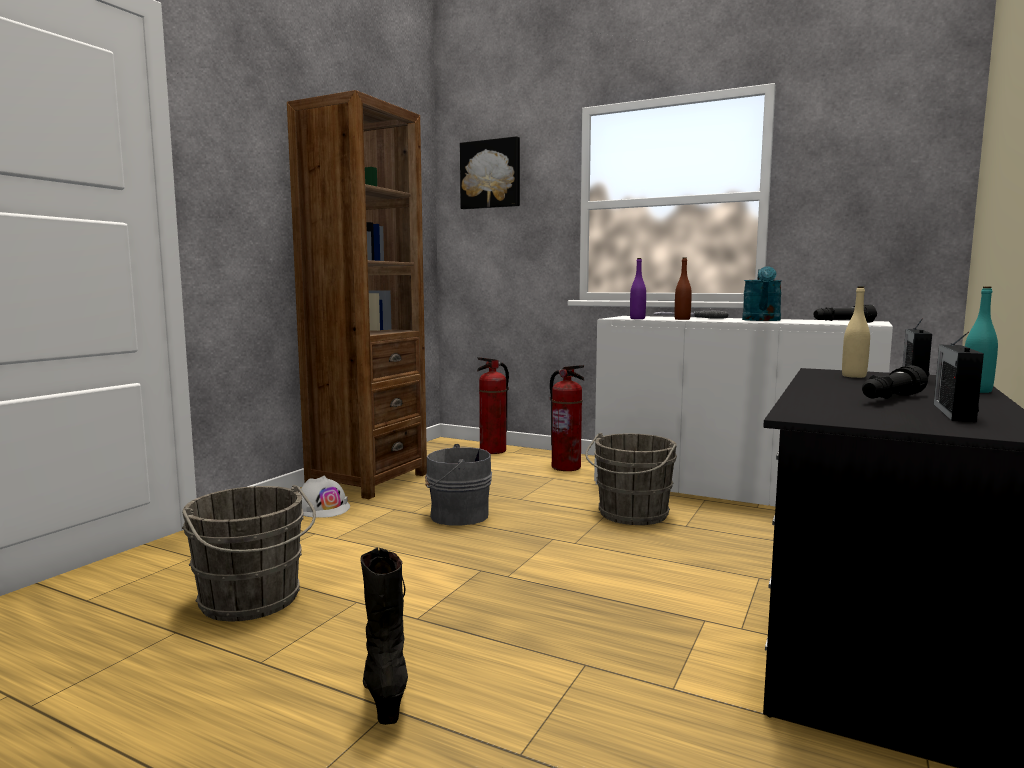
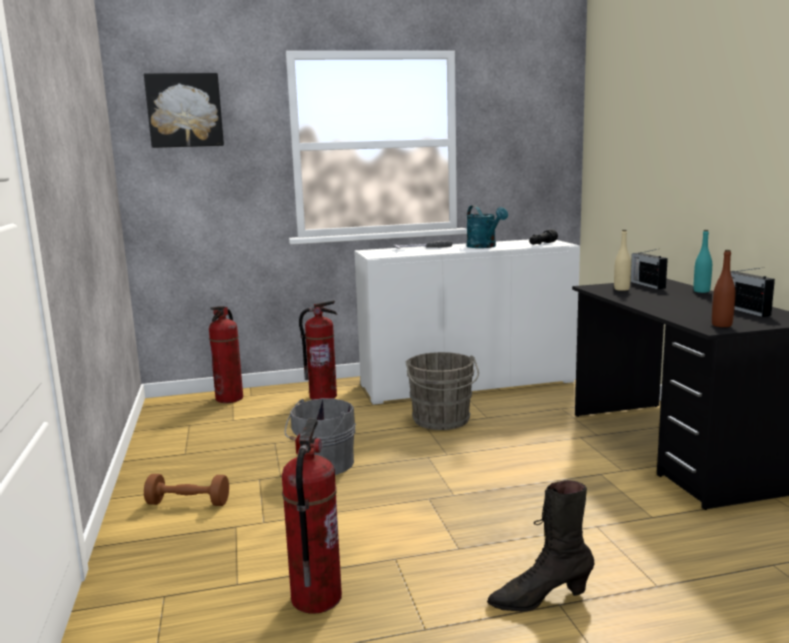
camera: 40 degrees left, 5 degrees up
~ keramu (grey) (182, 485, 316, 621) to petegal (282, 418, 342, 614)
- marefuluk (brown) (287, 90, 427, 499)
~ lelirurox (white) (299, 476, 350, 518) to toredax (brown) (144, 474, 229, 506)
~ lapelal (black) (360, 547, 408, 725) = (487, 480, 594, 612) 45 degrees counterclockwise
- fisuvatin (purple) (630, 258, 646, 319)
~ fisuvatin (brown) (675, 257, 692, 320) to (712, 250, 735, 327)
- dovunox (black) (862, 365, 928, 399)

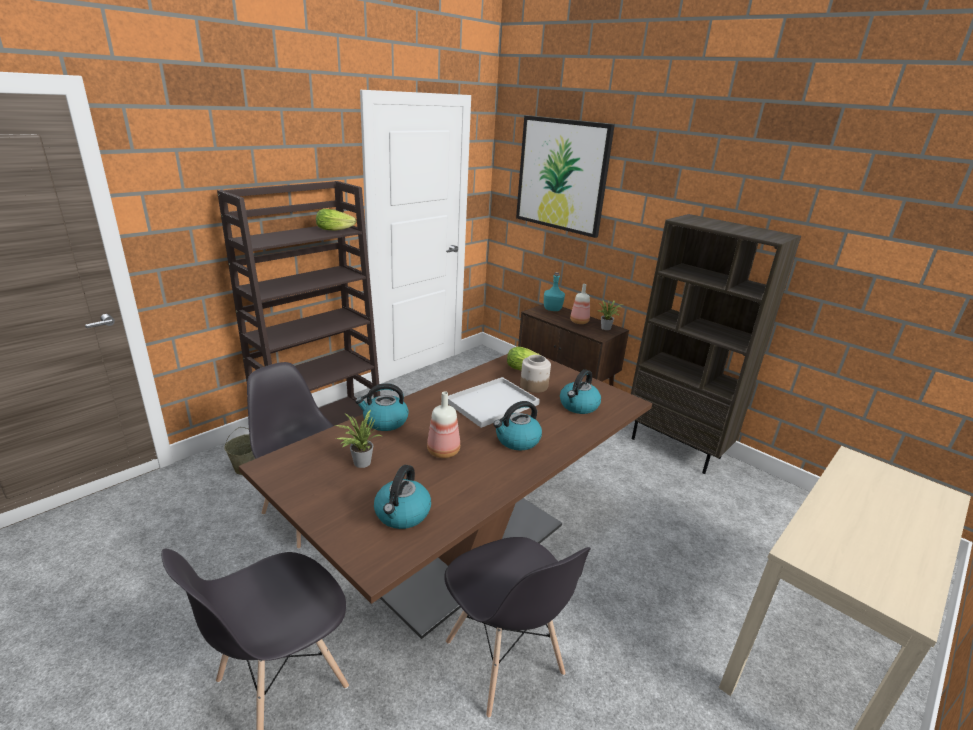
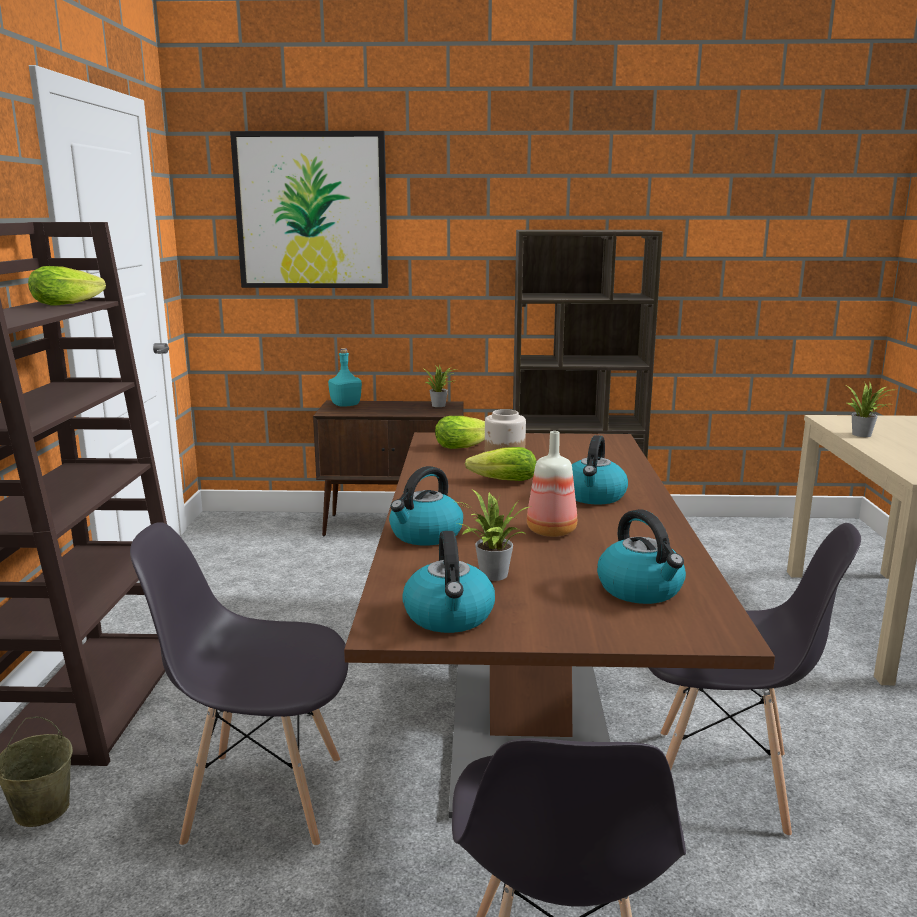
camera: 40 degrees left, 10 degrees down
~ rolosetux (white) (448, 377, 540, 428) to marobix (465, 447, 537, 481)
~ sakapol (560, 369, 601, 414) to (402, 531, 495, 633)
- fisuvatin (570, 284, 590, 324)
+ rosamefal (847, 382, 890, 437)

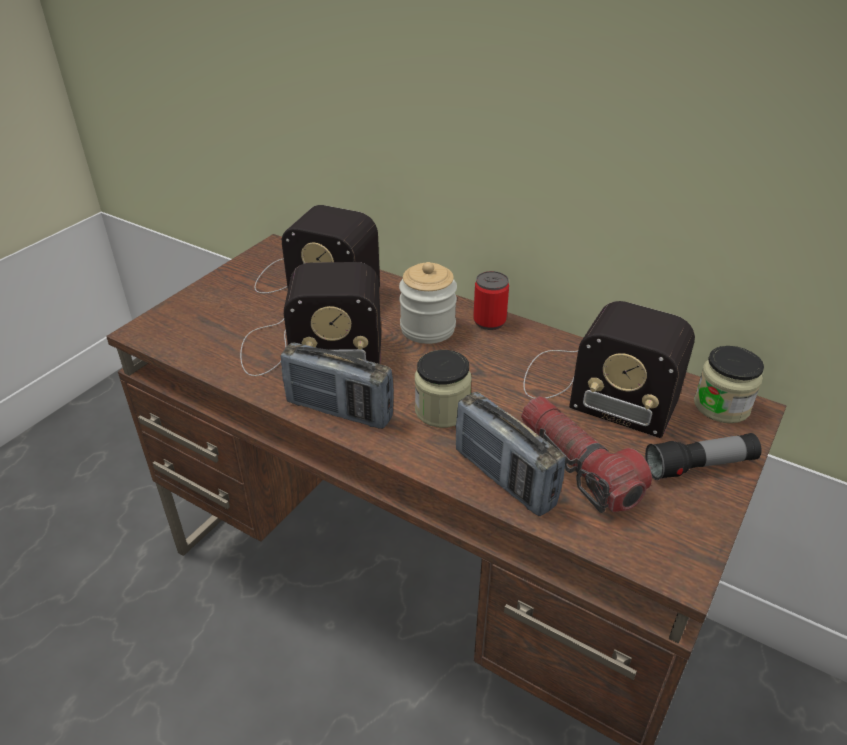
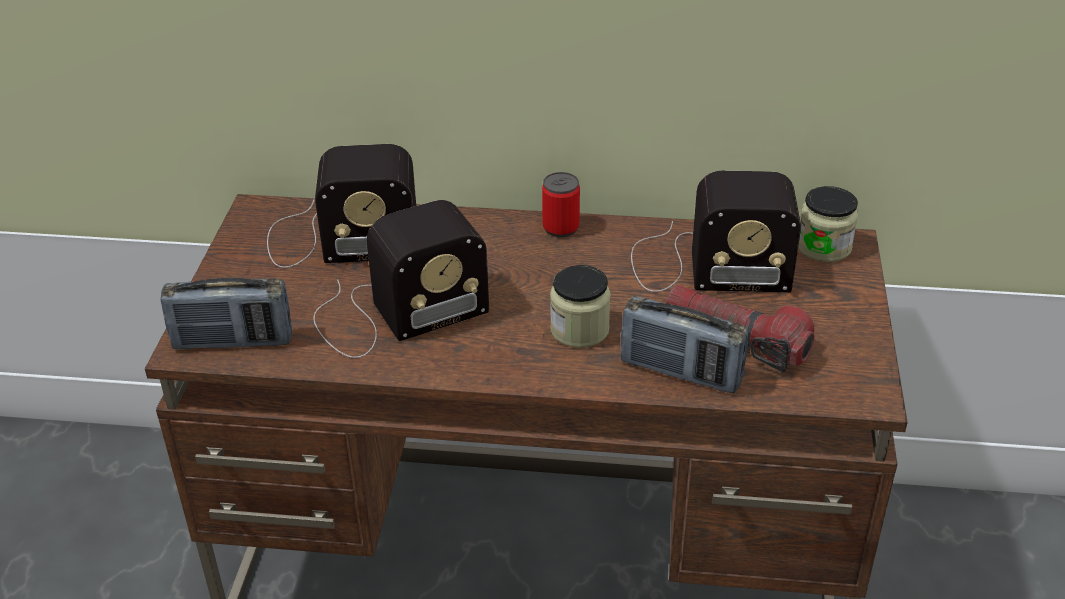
camera: 25 degrees left, 0 degrees up
~ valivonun (281, 342, 394, 429) to (160, 277, 292, 350)
- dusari (399, 262, 457, 344)
- dovunox (645, 433, 761, 480)

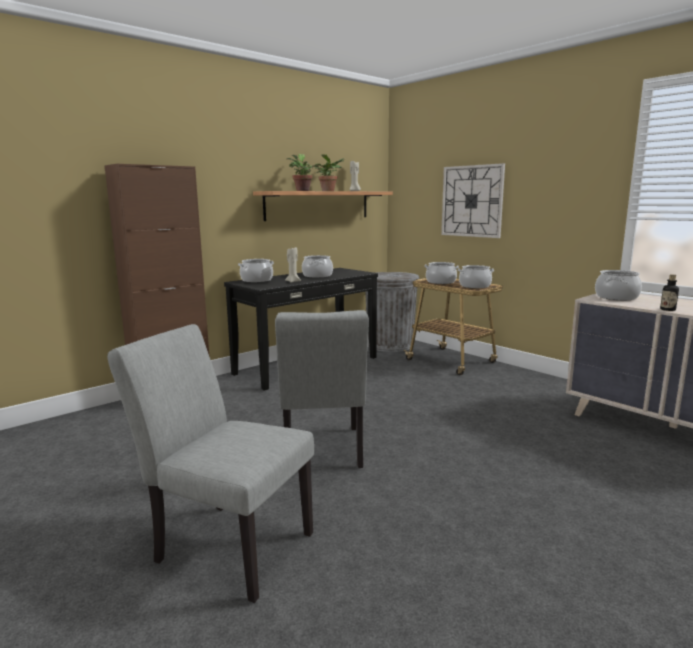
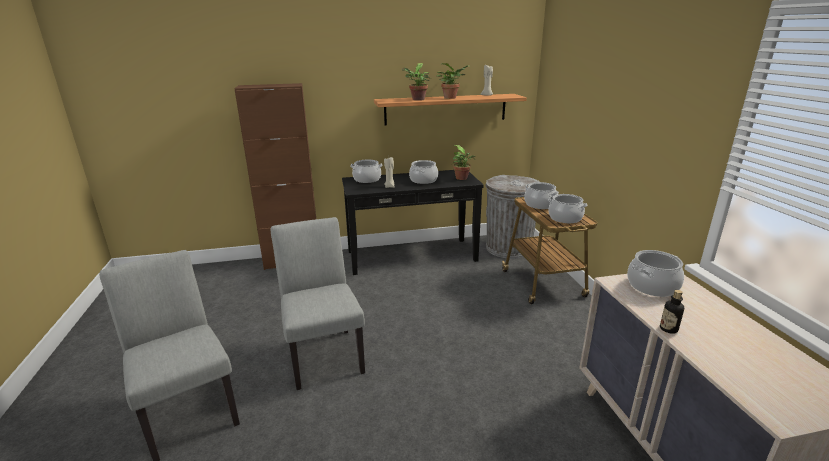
camera: 30 degrees right, 10 degrees up
~ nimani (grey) (275, 310, 369, 468) = (271, 217, 365, 390) 135 degrees clockwise
- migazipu (441, 163, 505, 238)
+ rosamefal (452, 145, 476, 180)

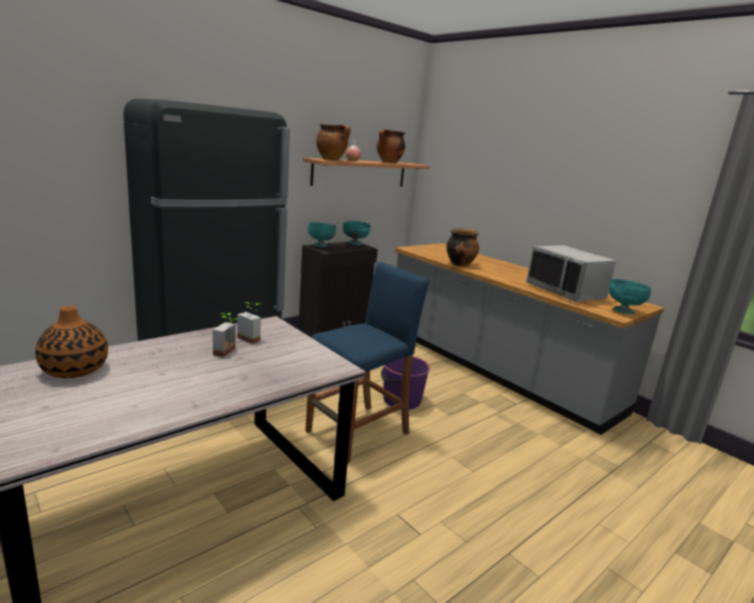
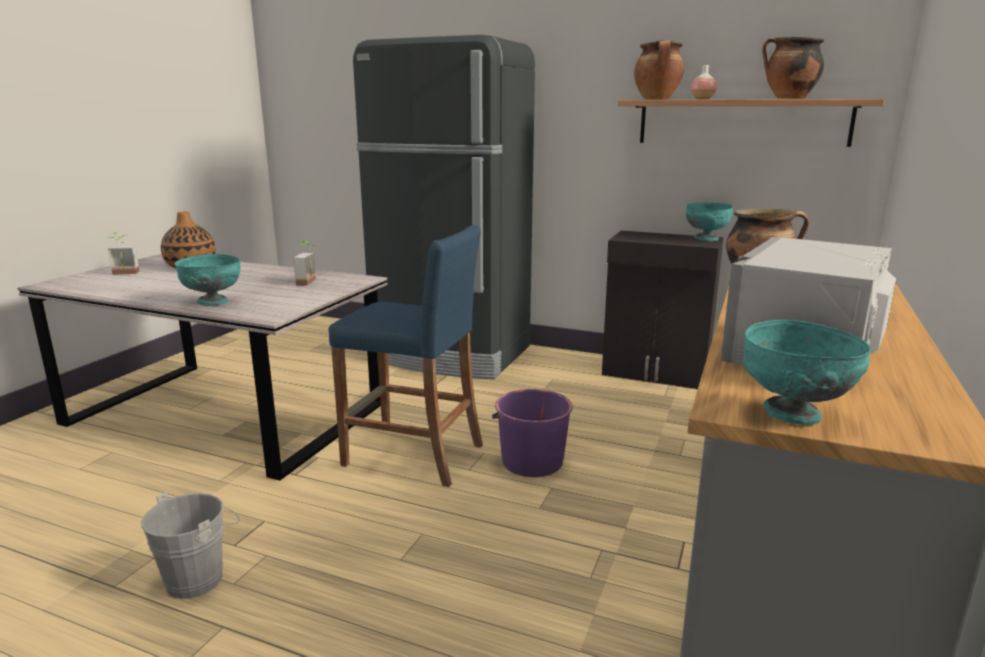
camera: 65 degrees right, 0 degrees up
~ rosamefal (213, 313, 238, 357) to (108, 232, 140, 275)
~ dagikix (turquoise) (308, 222, 336, 247) to (175, 254, 241, 305)
+ keramu (grey) (141, 492, 240, 599)

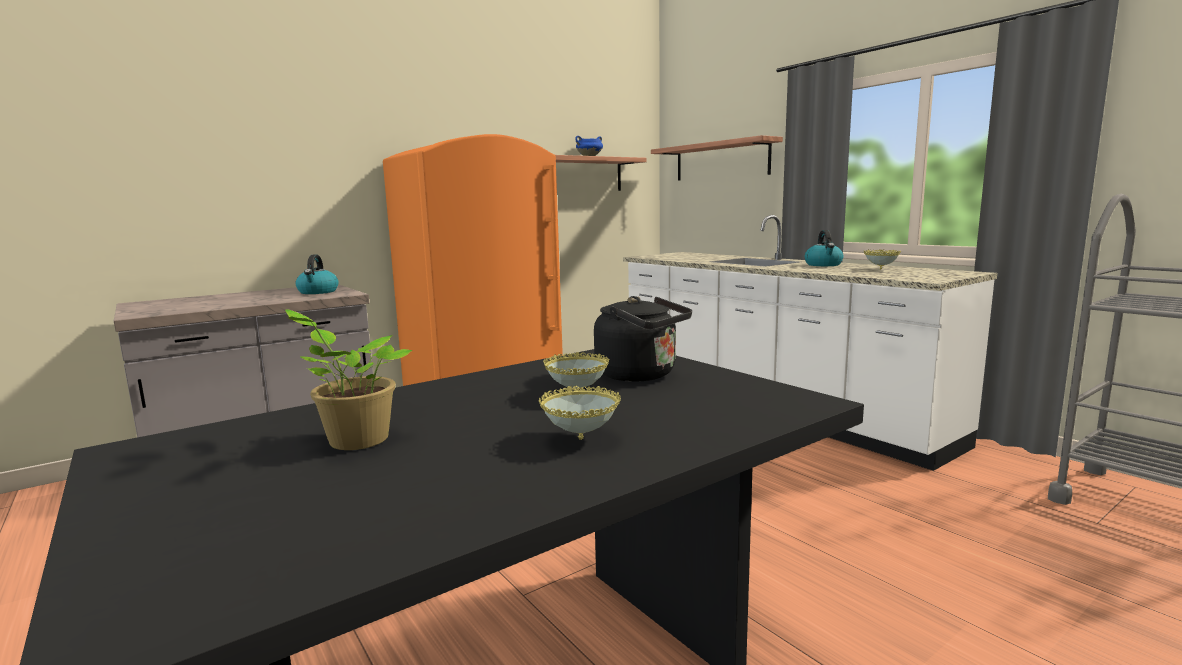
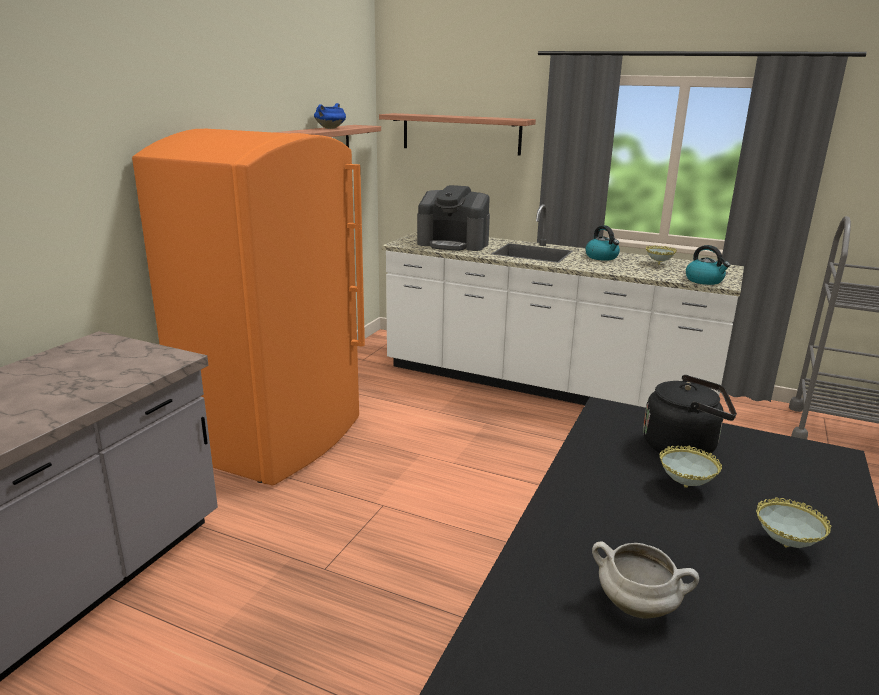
camera: 30 degrees left, 10 degrees up
~ rosamefal (285, 309, 412, 450) to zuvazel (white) (592, 541, 699, 619)
~ sakapol (296, 255, 338, 294) to (686, 245, 730, 285)
+ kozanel (417, 185, 490, 251)

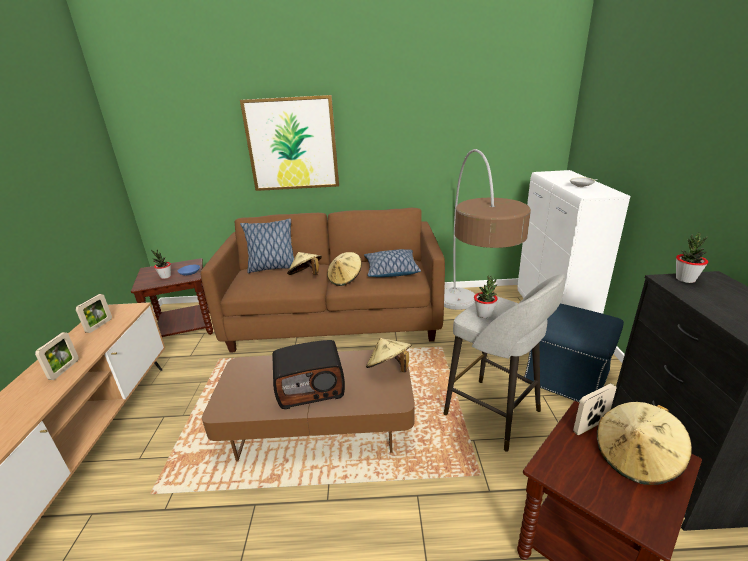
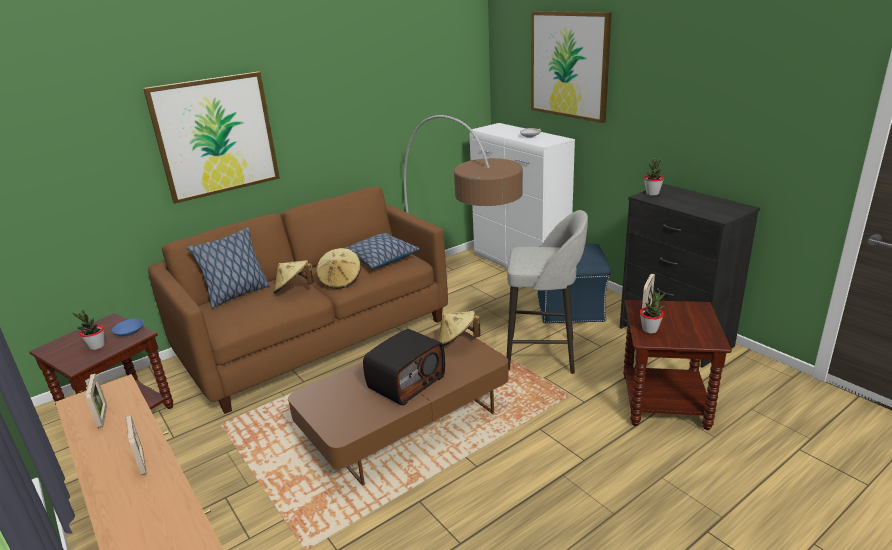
camera: 35 degrees left, 0 degrees up
~ rosamefal (474, 276, 498, 318) to (640, 290, 666, 333)
- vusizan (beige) (597, 402, 692, 485)
+ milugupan (531, 11, 612, 123)

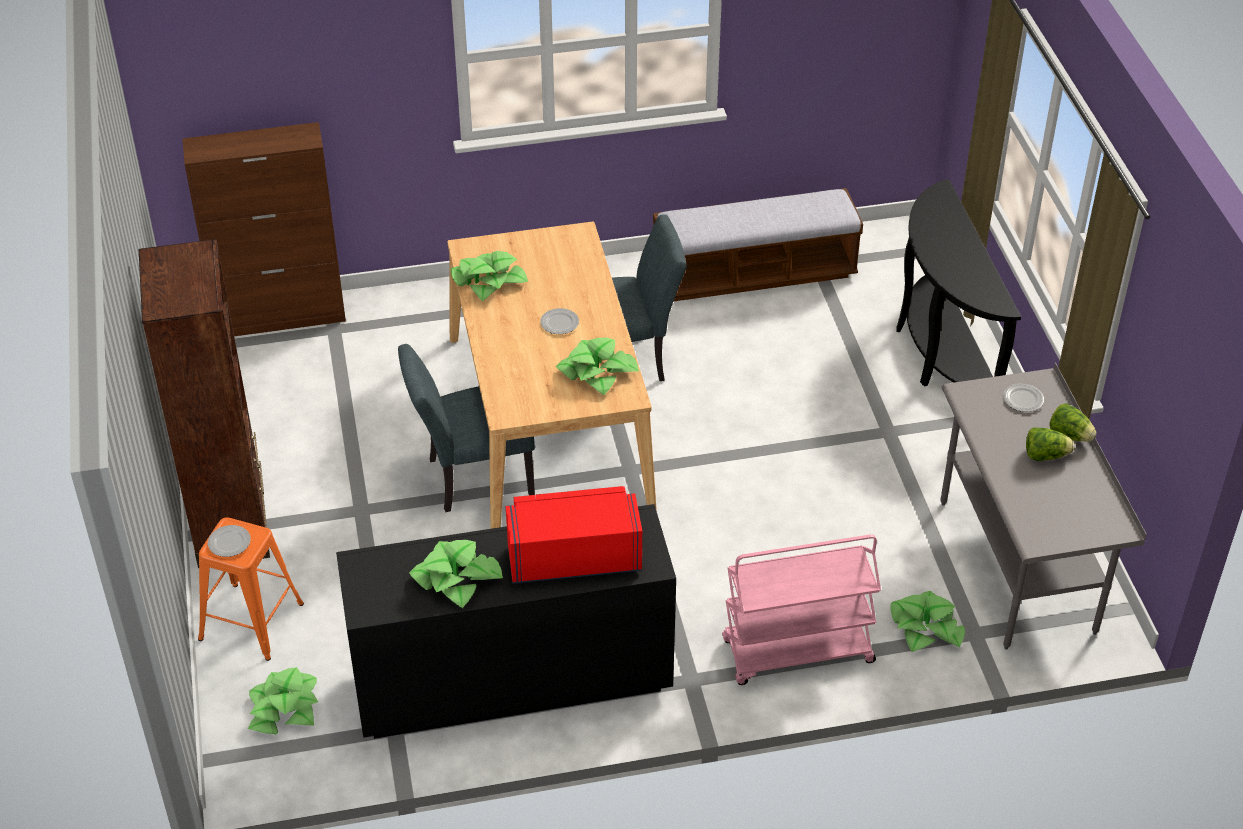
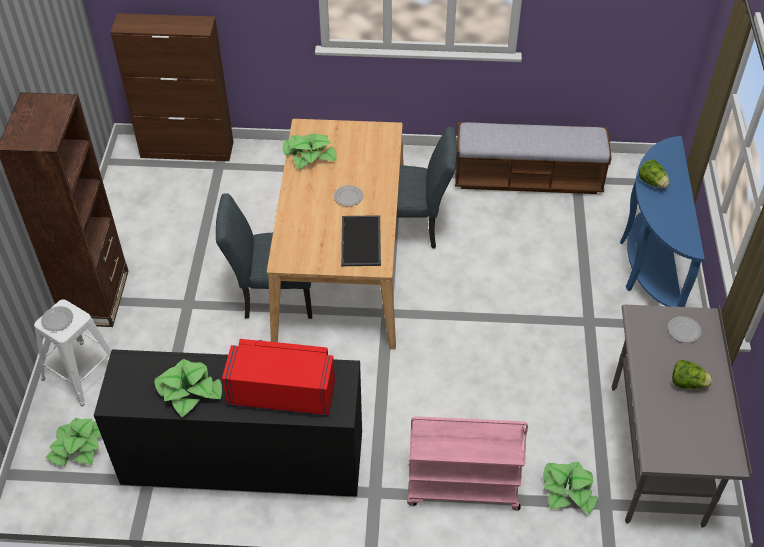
camera: 15 degrees right, 5 degrees up
~ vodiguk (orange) (198, 517, 304, 661) to vodiguk (white) (34, 299, 111, 406)
~ rosamefal (555, 338, 639, 395) to rolosetux (341, 215, 381, 266)
~ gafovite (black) (897, 179, 1021, 387) to gafovite (blue) (620, 136, 705, 307)
~ marobix (1049, 403, 1097, 442) to (639, 159, 670, 188)

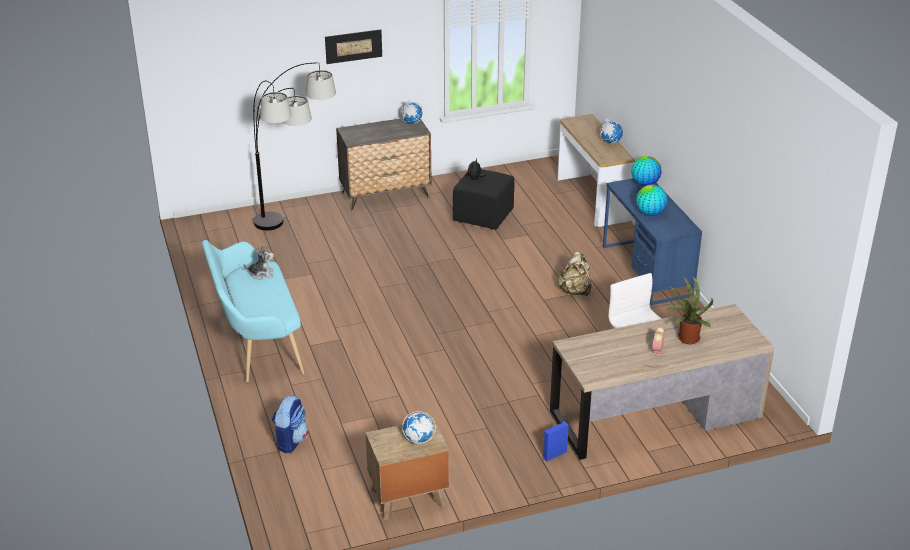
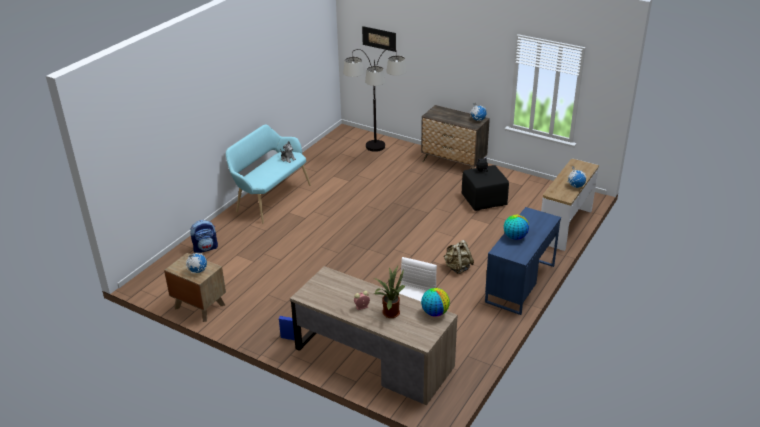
camera: 50 degrees right, 0 degrees up
~ milugupan (325, 29, 382, 64) to (362, 26, 396, 52)
~ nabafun (631, 156, 662, 186) to (421, 288, 450, 316)

